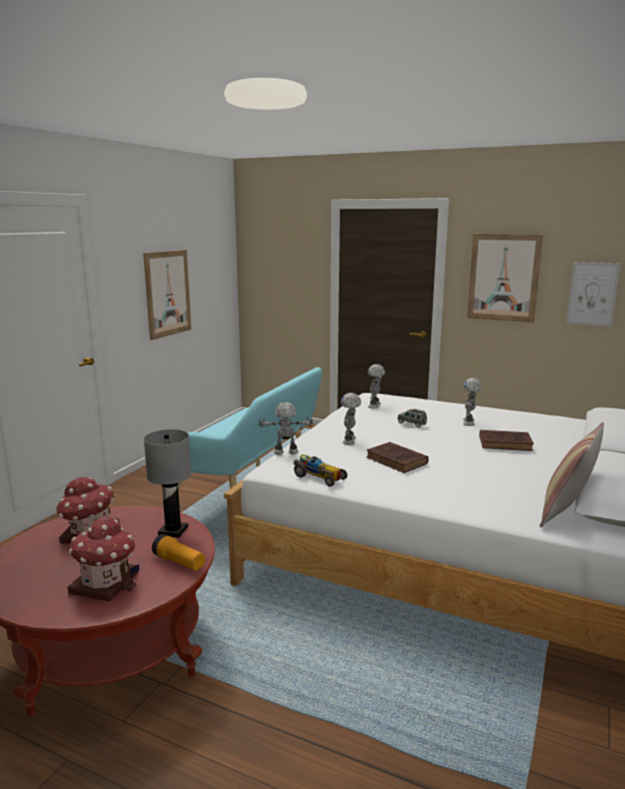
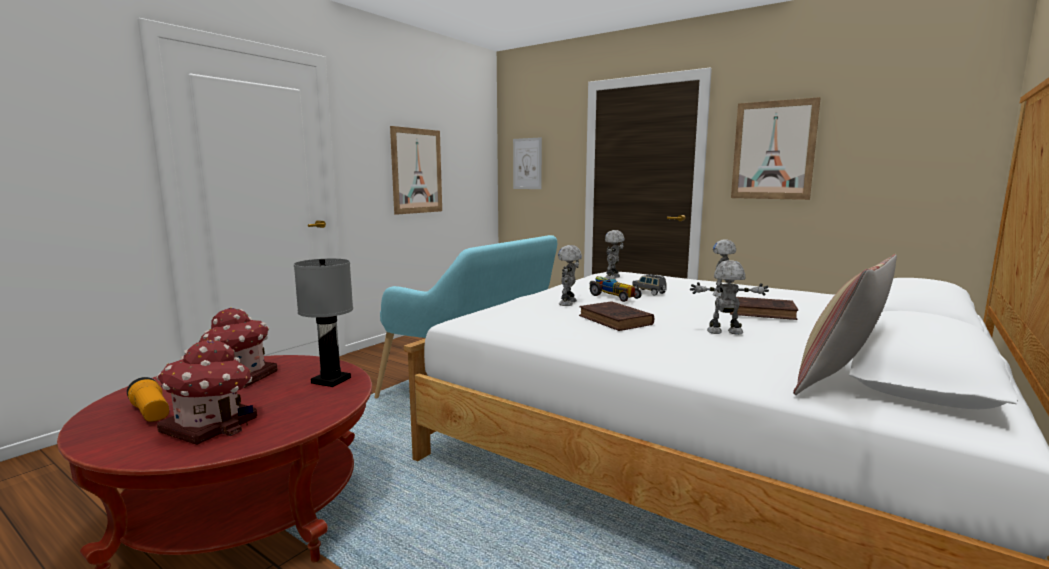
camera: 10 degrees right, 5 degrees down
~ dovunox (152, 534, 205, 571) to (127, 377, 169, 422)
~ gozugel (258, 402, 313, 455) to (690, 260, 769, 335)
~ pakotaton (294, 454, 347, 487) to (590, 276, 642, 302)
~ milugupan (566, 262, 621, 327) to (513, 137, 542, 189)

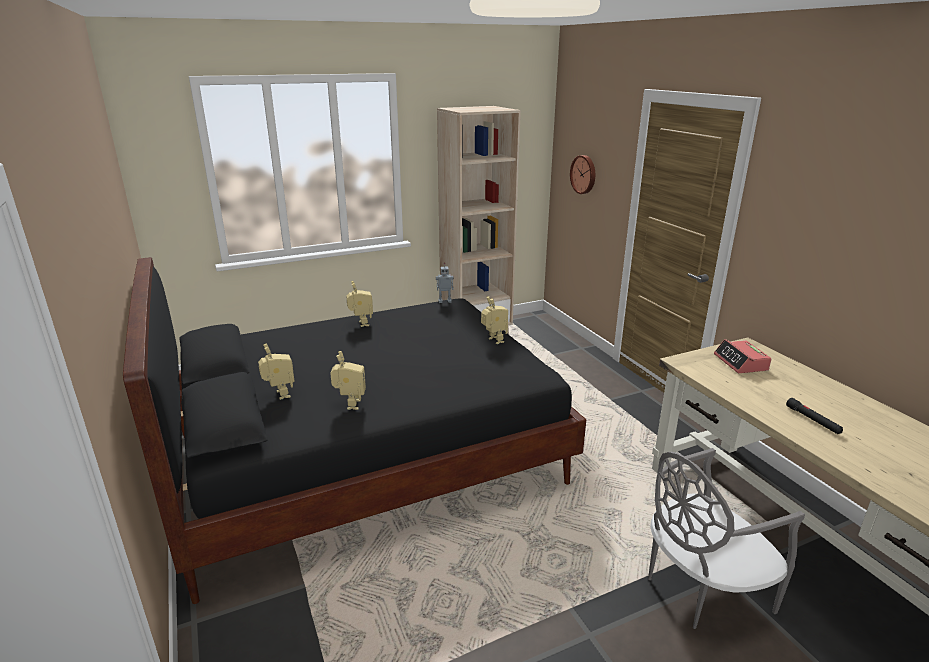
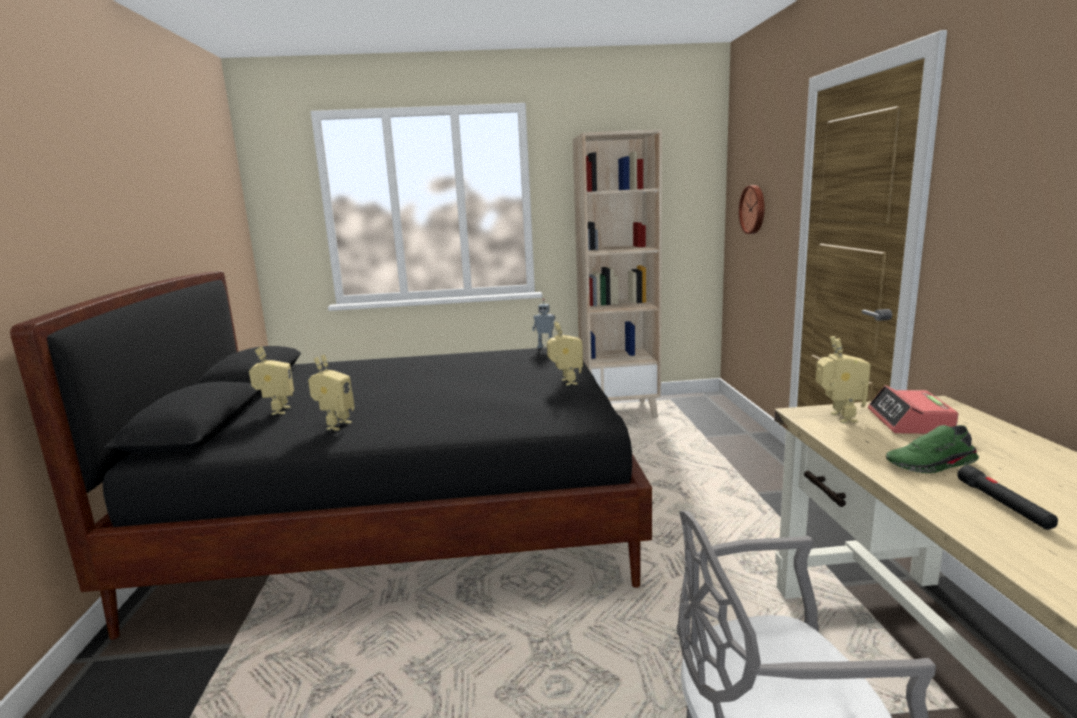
camera: 20 degrees right, 10 degrees down
~ gozugel (346, 281, 373, 327) to (815, 336, 871, 423)
+ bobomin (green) (886, 425, 979, 473)

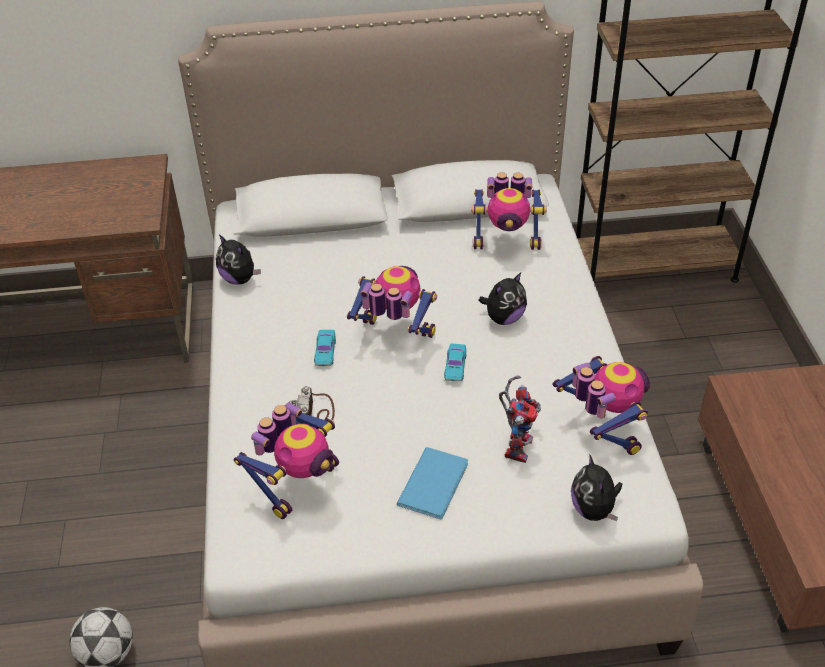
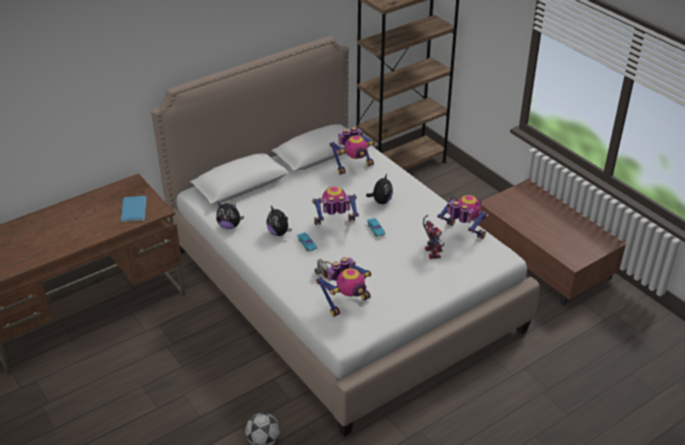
camera: 30 degrees left, 5 degrees down
~ gozugel (234, 402, 339, 519) = (316, 257, 371, 317) 45 degrees clockwise
~ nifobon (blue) (397, 447, 468, 520) to (121, 196, 147, 222)
~ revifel (571, 454, 622, 521) to (266, 206, 292, 236)

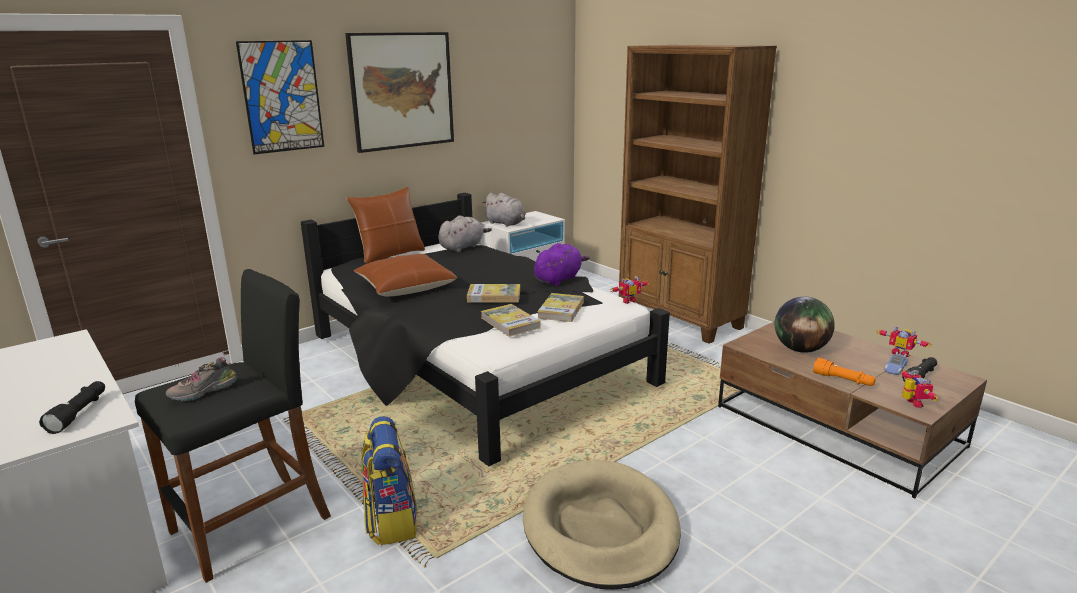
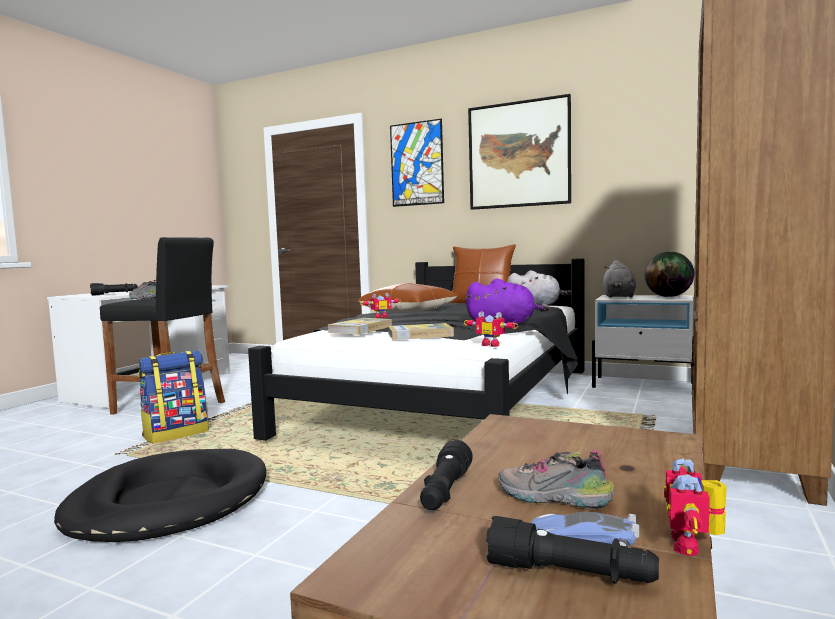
camera: 65 degrees right, 15 degrees down
- nifobon (467, 284, 520, 302)
~ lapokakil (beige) (523, 460, 681, 590) to lapokakil (black) (54, 449, 266, 542)
~ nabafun (775, 297, 835, 353) to (645, 251, 694, 297)
~ dovunox (orange) (813, 358, 876, 386) to dovunox (black) (420, 440, 473, 510)
~ gozugel (901, 370, 938, 408) to (360, 293, 401, 318)
+ bobomin (498, 450, 614, 509)

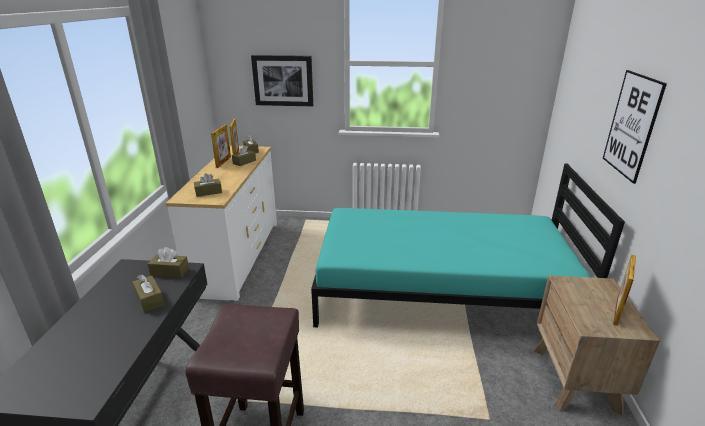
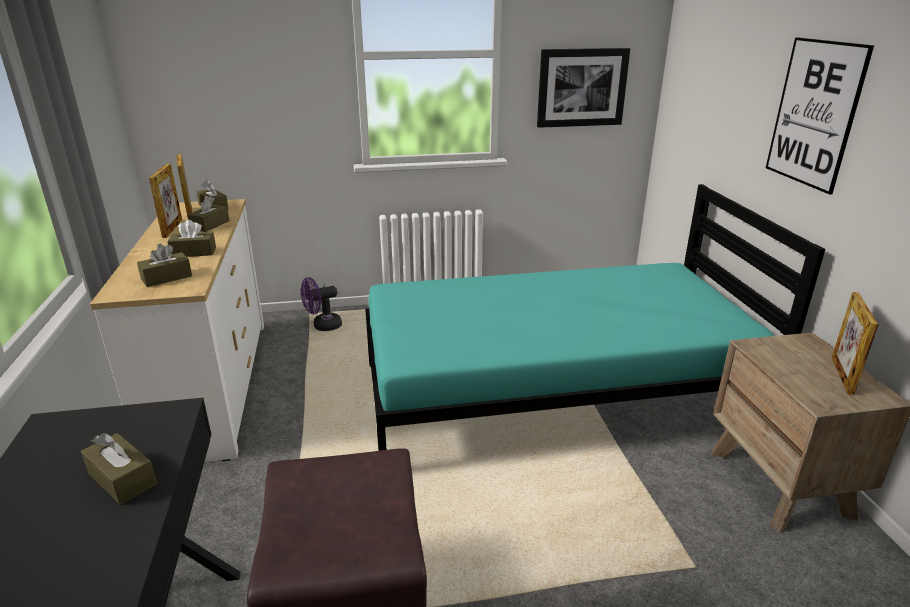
camera: 15 degrees left, 0 degrees up
~ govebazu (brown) (148, 247, 189, 278) to (167, 220, 216, 257)
~ milugupan (251, 55, 313, 106) to (537, 48, 630, 128)
+ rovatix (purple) (301, 277, 342, 331)

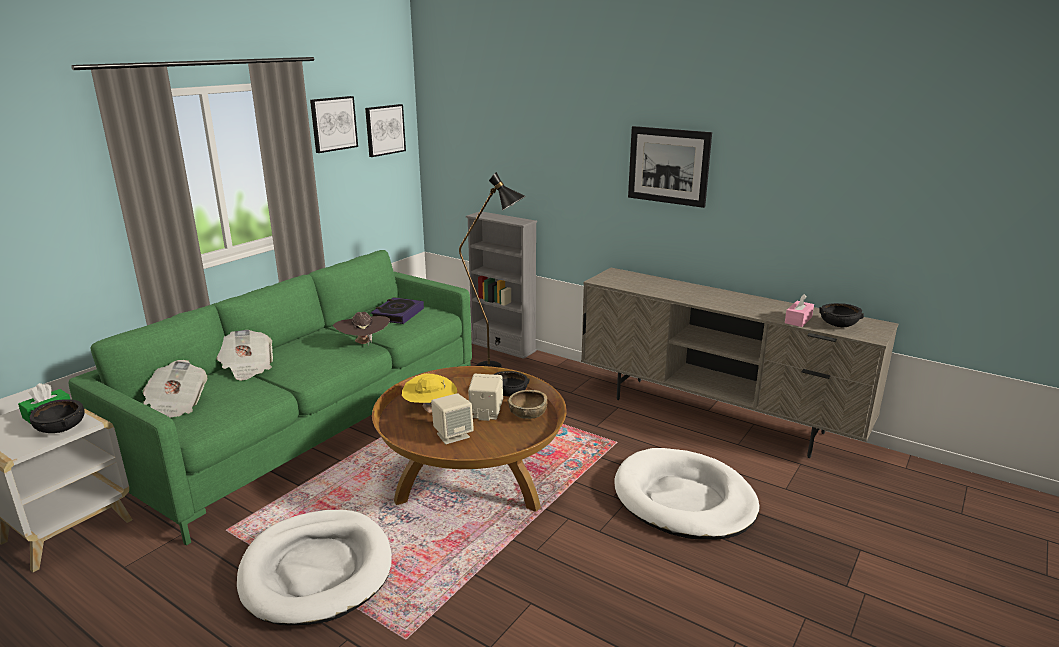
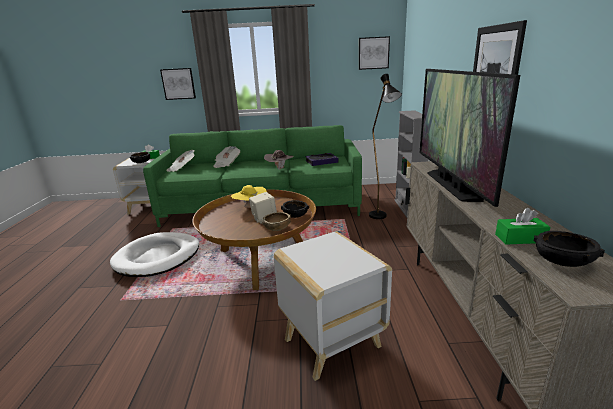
camera: 55 degrees right, 0 degrees up
~ milugupan (310, 96, 358, 153) to (160, 68, 196, 100)
- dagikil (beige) (431, 393, 474, 444)
~ lapokakil (white) (615, 448, 759, 540) to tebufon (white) (274, 231, 392, 381)
~ govebazu (pink) (785, 294, 814, 327) to govebazu (green) (495, 208, 550, 245)
+ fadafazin (420, 69, 520, 207)

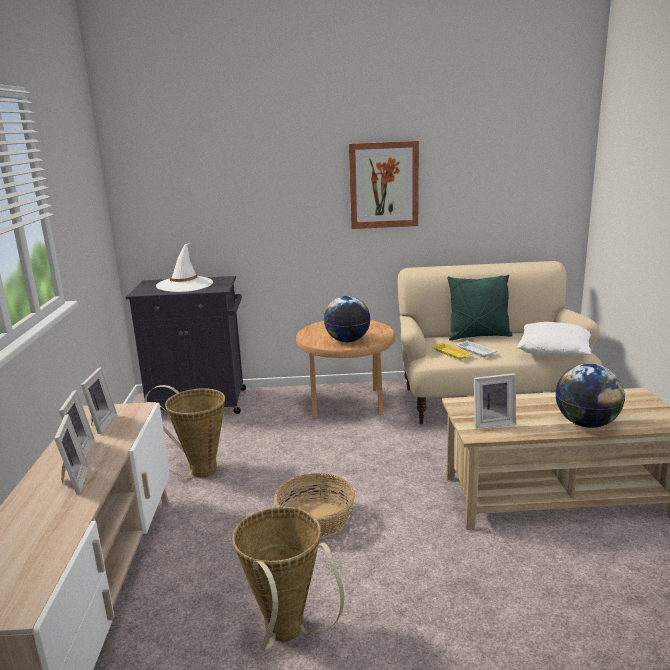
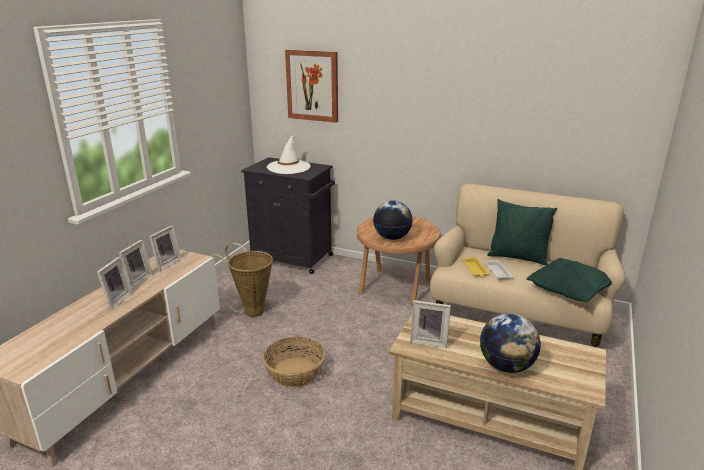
camera: 25 degrees right, 5 degrees up
- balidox (233, 507, 344, 651)
~ milugupan (349, 141, 419, 229) to (285, 50, 338, 123)
~ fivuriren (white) (517, 322, 591, 356) to fivuriren (green) (527, 258, 612, 303)

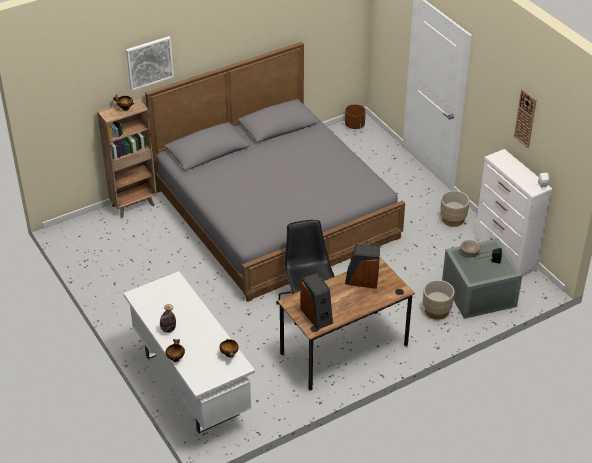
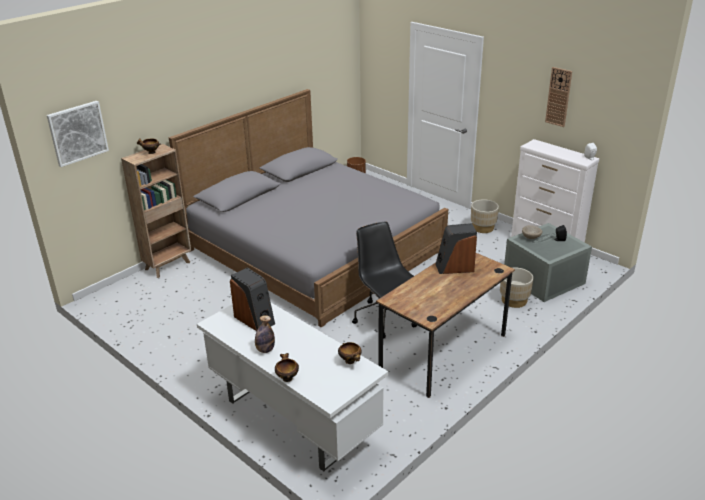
camera: 15 degrees left, 10 degrees down
~ milugupan (126, 36, 174, 91) to (47, 101, 109, 167)
~ dagikil (301, 273, 333, 329) to (230, 267, 275, 331)

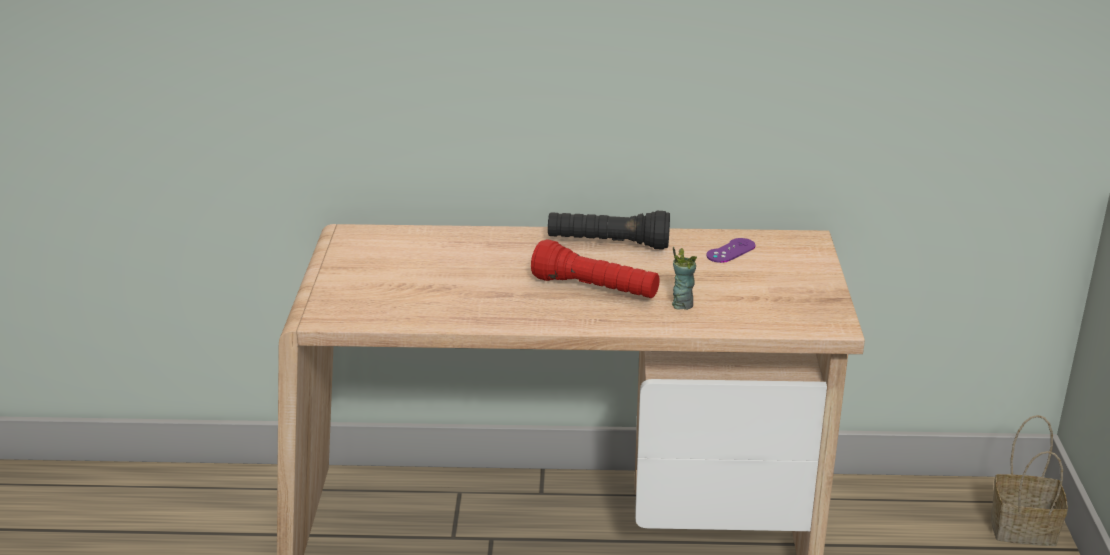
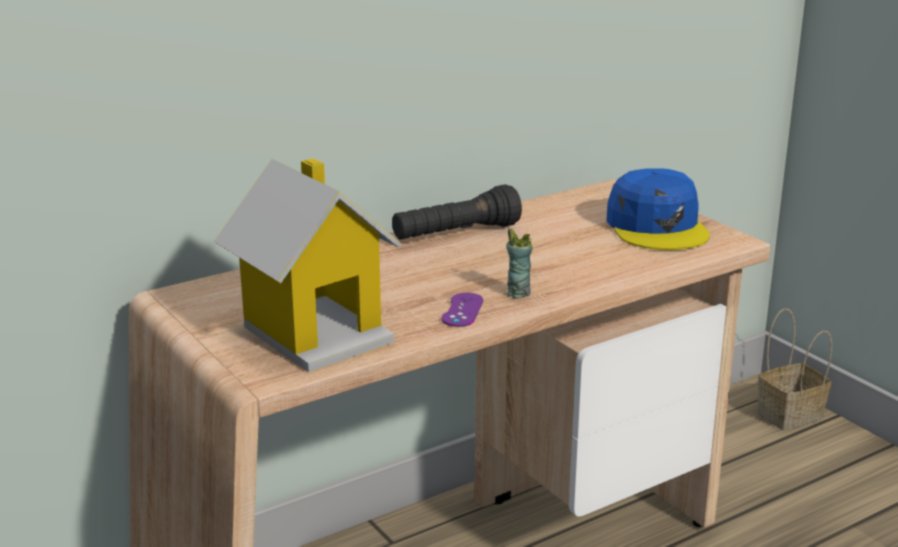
camera: 35 degrees left, 5 degrees down
- dovunox (red) (531, 239, 660, 298)
~ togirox (672, 247, 697, 310) to (506, 228, 533, 299)
~ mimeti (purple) (706, 238, 756, 263) to (442, 293, 483, 327)
+ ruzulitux (214, 158, 402, 372)
+ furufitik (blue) (607, 168, 710, 250)

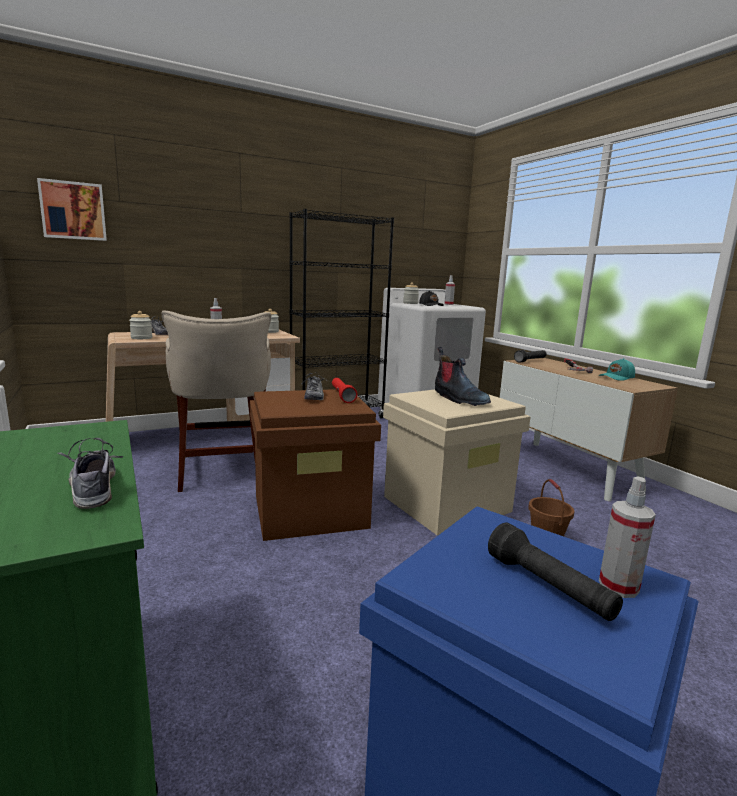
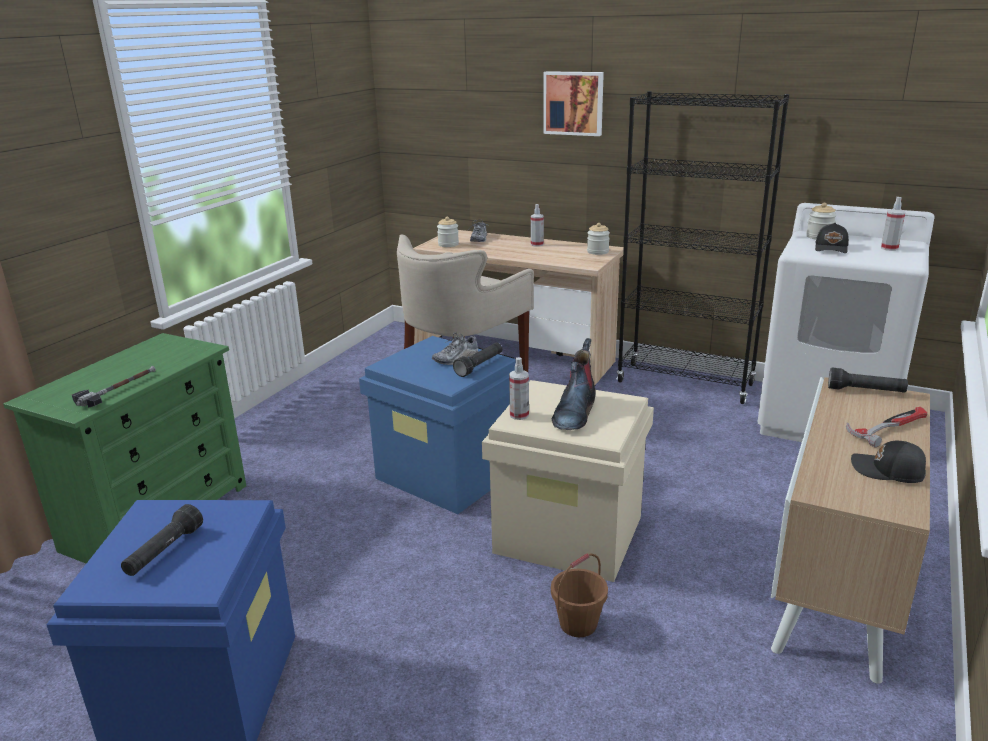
camera: 55 degrees right, 10 degrees up
~ milugupan (37, 178, 107, 241) to (543, 71, 604, 136)
~ bobomin (58, 438, 123, 509) to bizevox (72, 366, 156, 408)
~ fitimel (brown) (250, 389, 381, 541) to fitimel (blue) (359, 336, 524, 514)
~ dovunox (red) (332, 378, 357, 403) to dovunox (black) (453, 343, 502, 377)
~ furufitik (turquoise) (599, 358, 635, 381) to furufitik (black) (851, 441, 926, 483)
~ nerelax (599, 477, 656, 598) to (509, 357, 529, 420)

